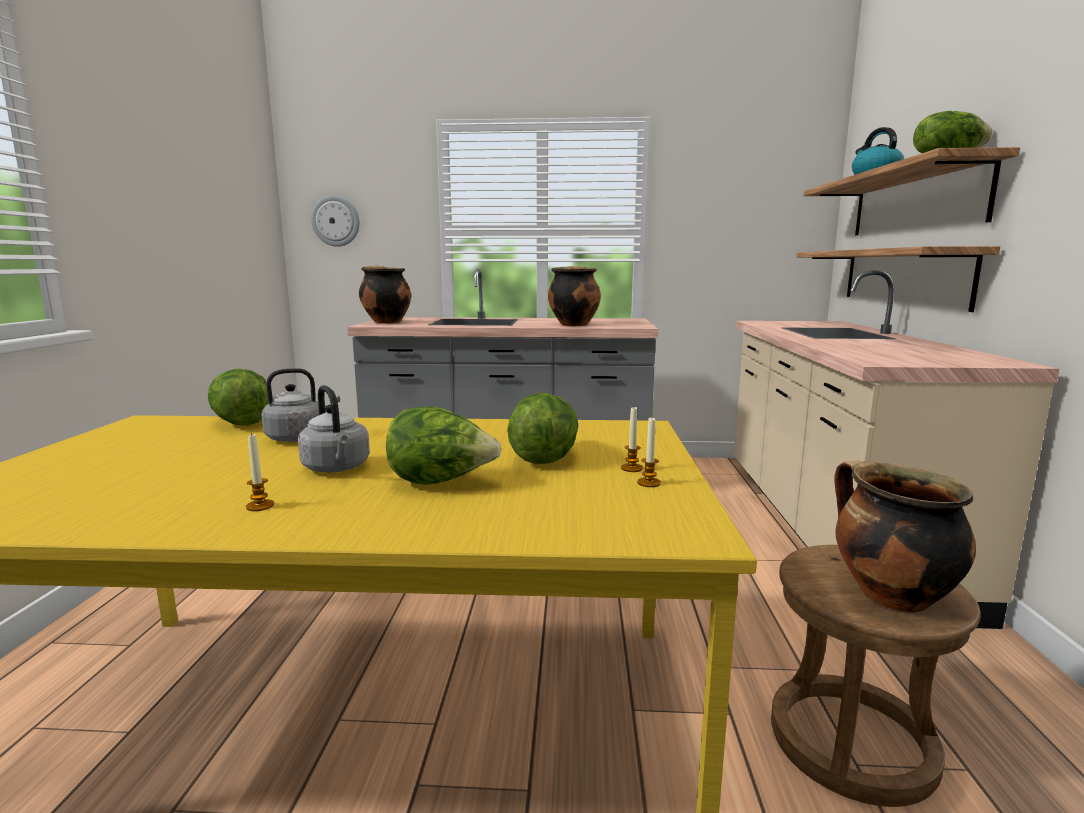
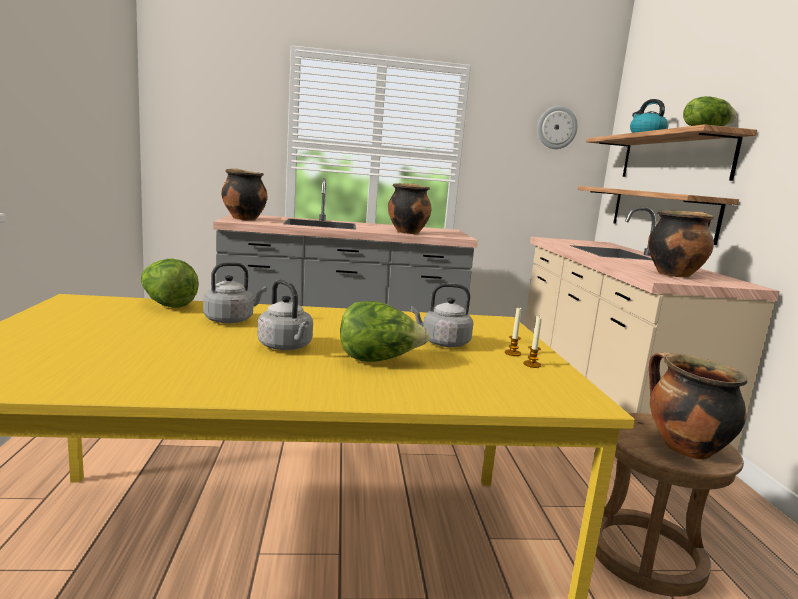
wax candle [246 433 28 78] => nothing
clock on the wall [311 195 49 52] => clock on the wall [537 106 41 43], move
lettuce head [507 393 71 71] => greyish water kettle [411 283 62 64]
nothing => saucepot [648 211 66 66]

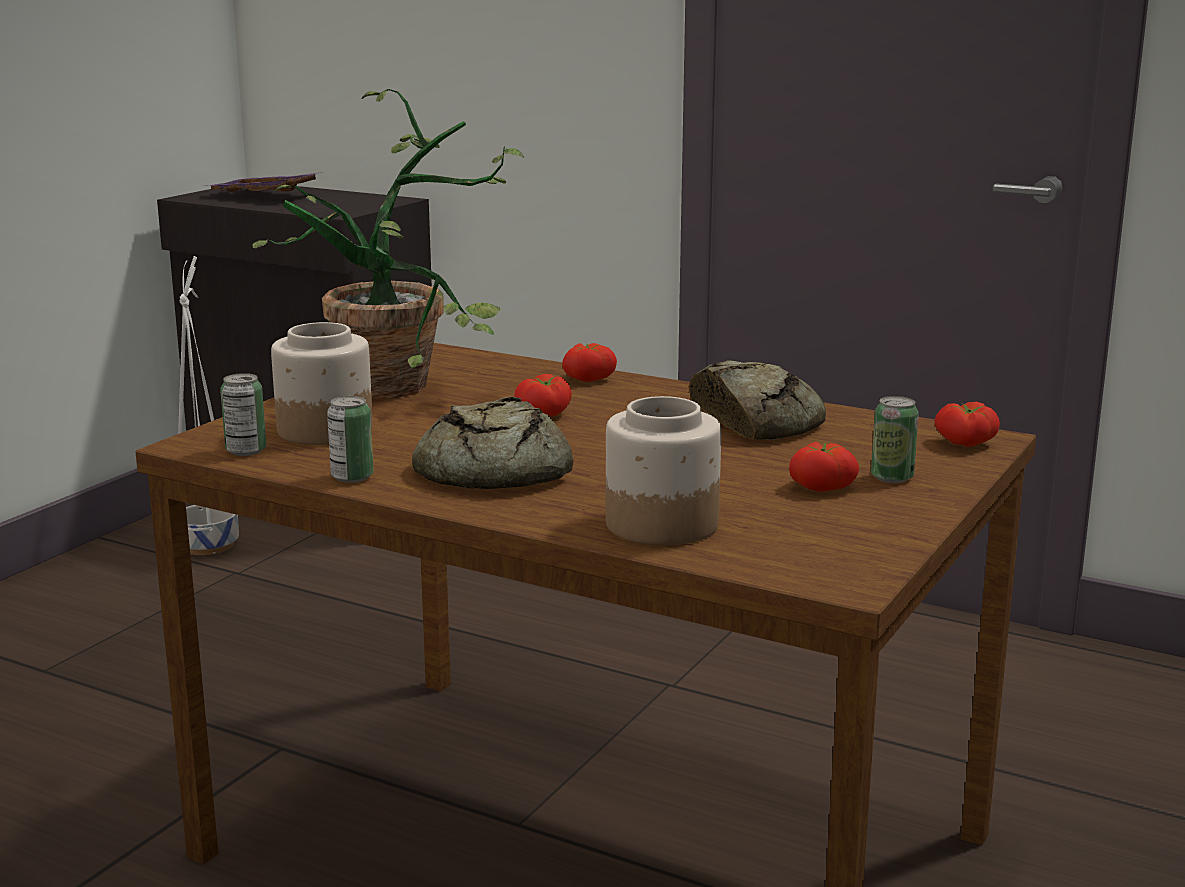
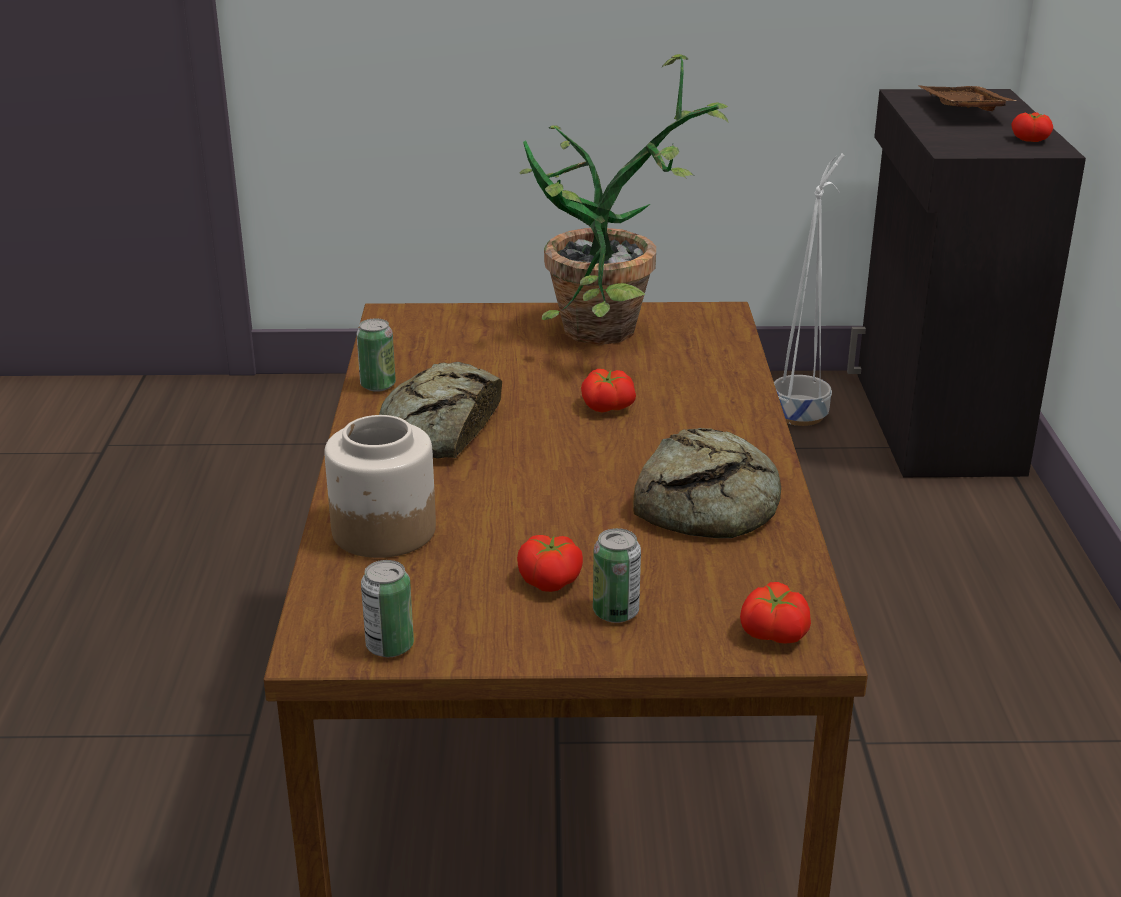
purple-coloured serving tray [205 172 118 20] => brown-coloured serving tray [917 85 99 26]
sealed can [220 373 46 83] => sealed can [361 560 53 97], move
preserve jar [271 322 102 123] => nothing
tomato [562 343 55 39] => tomato [1012 112 41 30], move

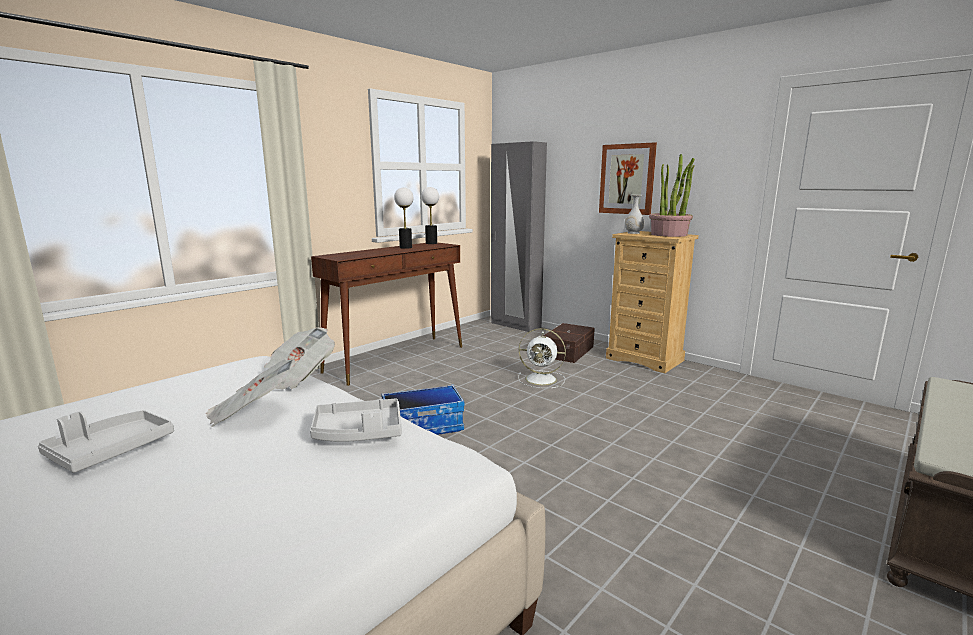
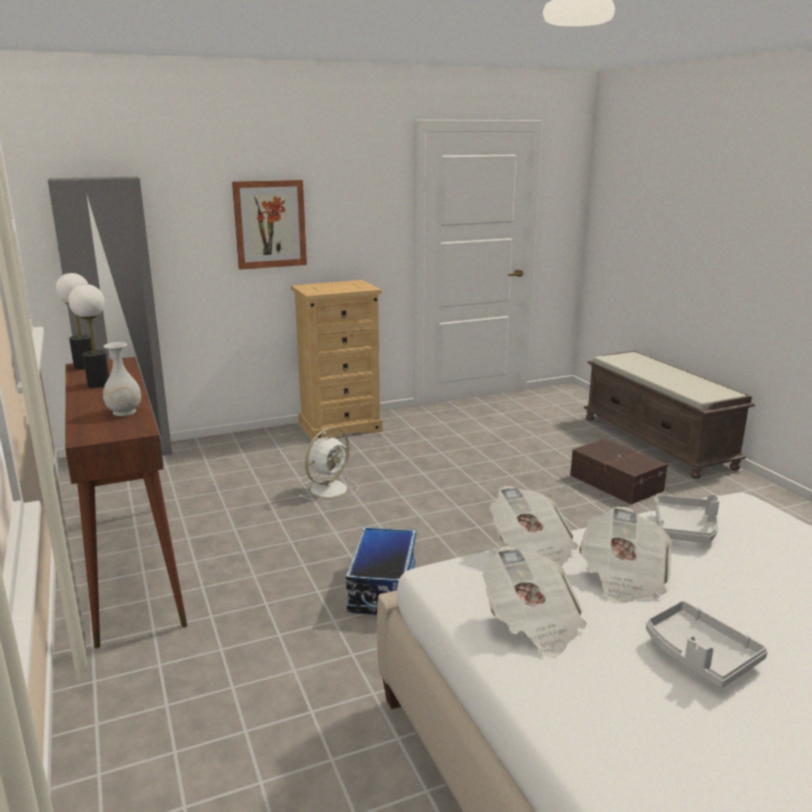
brown-coloured storage box [543 323 52 40] => brown-coloured storage box [570 439 98 66], move
white vase [624 195 20 39] => white vase [103 342 38 74], move
plant in a pot [649 154 46 83] => nothing
nothing => daily paper [483 546 104 112]

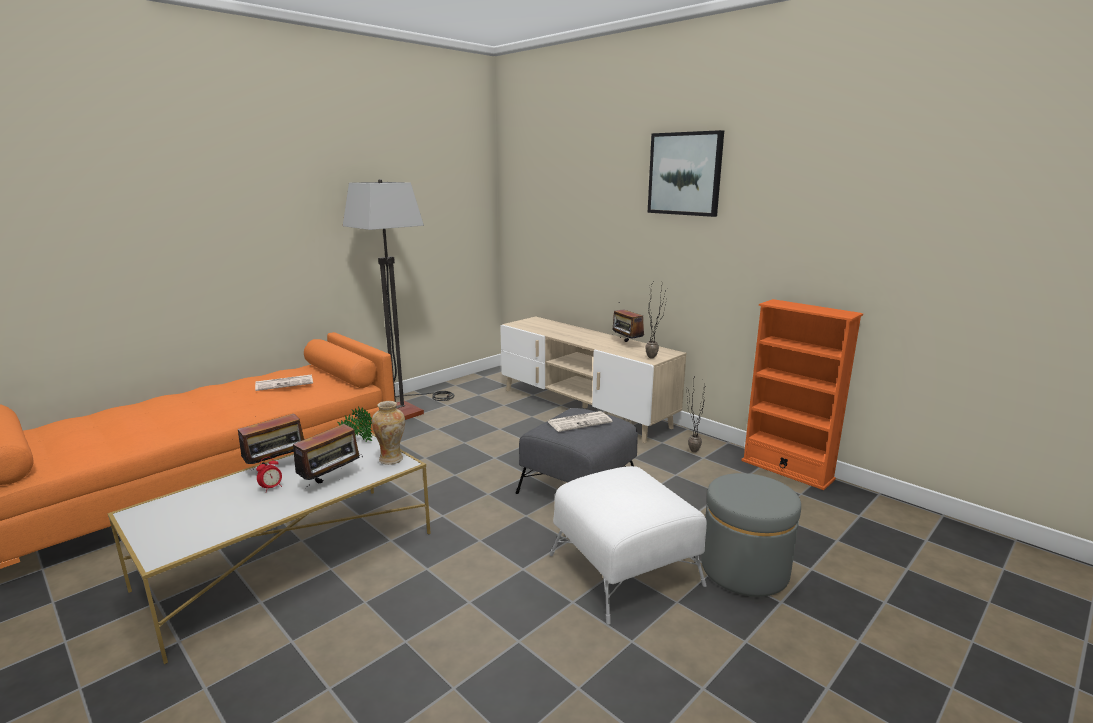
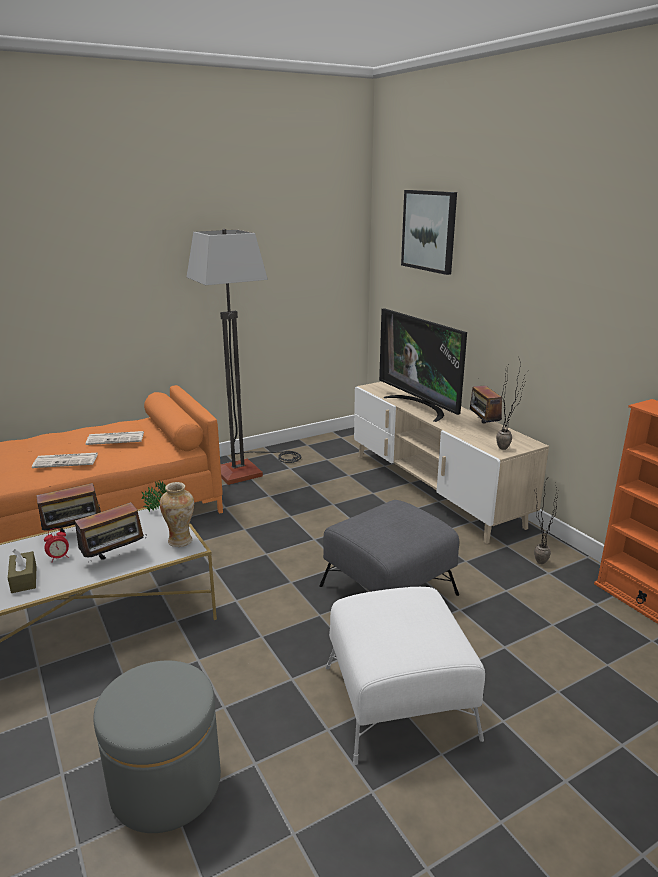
daily paper [547 411 66 21] => daily paper [32 453 66 15], move
picture [648 130 76 87] => picture [401 190 56 85], move
greyish ottoman [702 473 99 124] => greyish ottoman [94 661 127 172], move
nothing => brown-coloured tissue box [8 549 28 44]
nothing => TV [379 308 88 114]

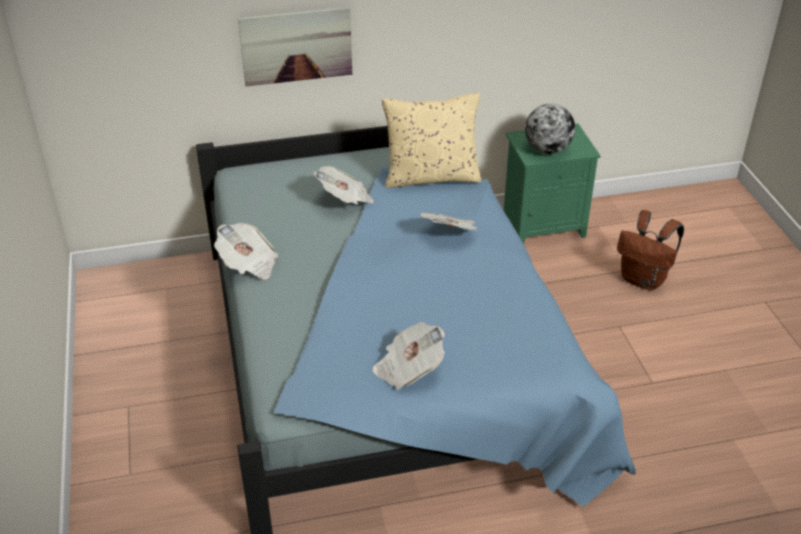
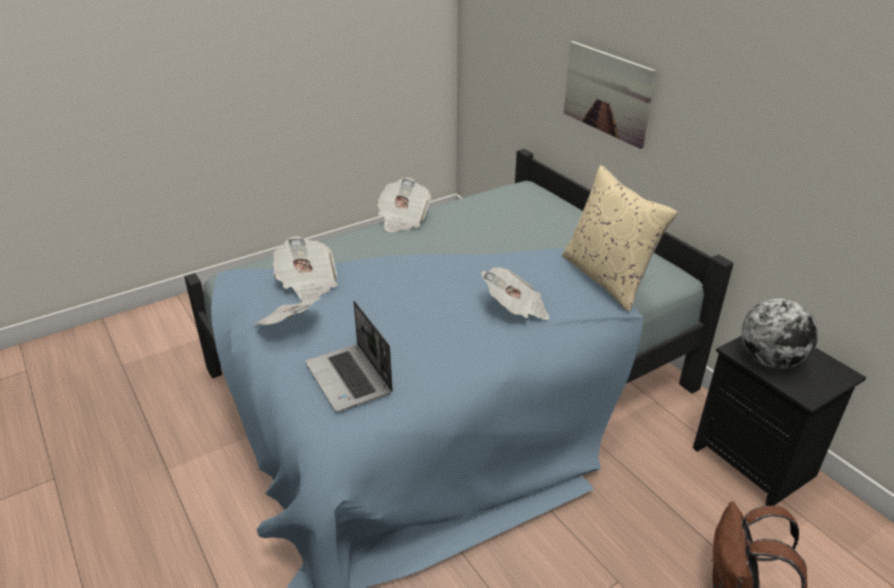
daily paper [314 166 60 38] => daily paper [273 236 65 65], move
green-coloured bedside table [504 124 97 120] => black-coloured bedside table [693 336 173 170]
nothing => notebook computer [305 301 88 111]

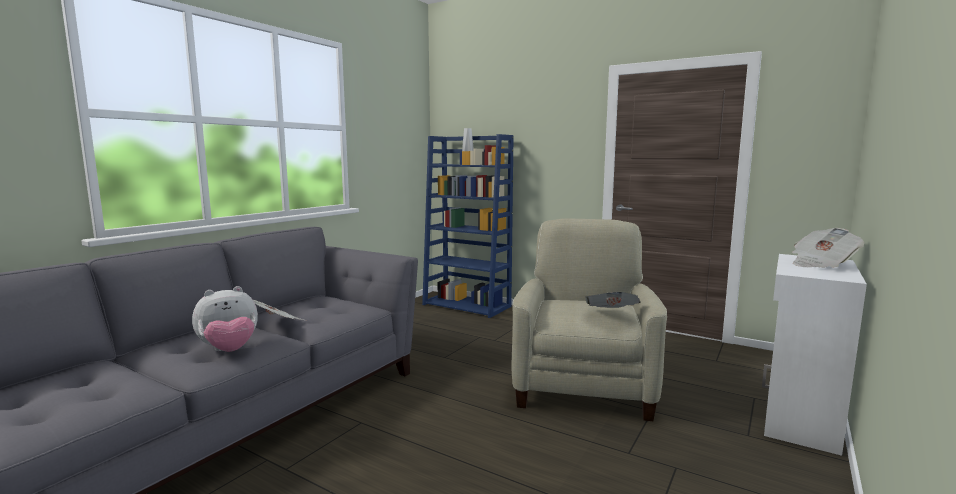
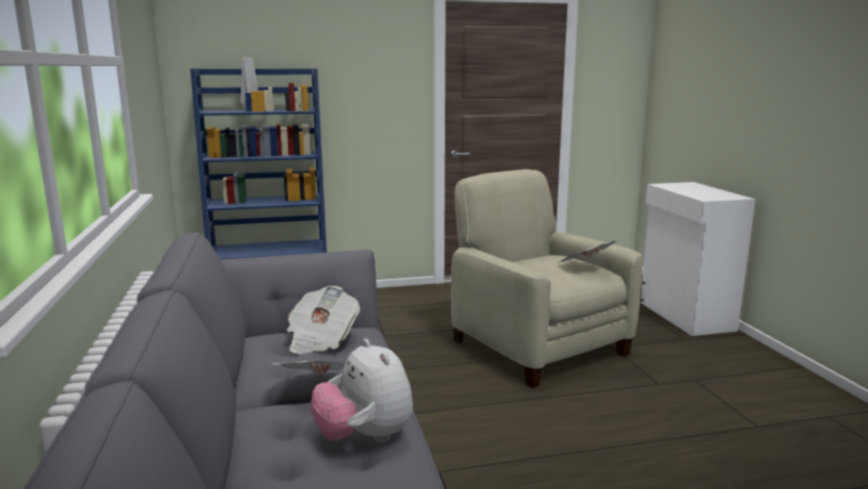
plush toy [192 286 66 66] => plush toy [311 339 102 104], 135 degrees clockwise
daily paper [792 228 73 40] => daily paper [286 286 74 68], move

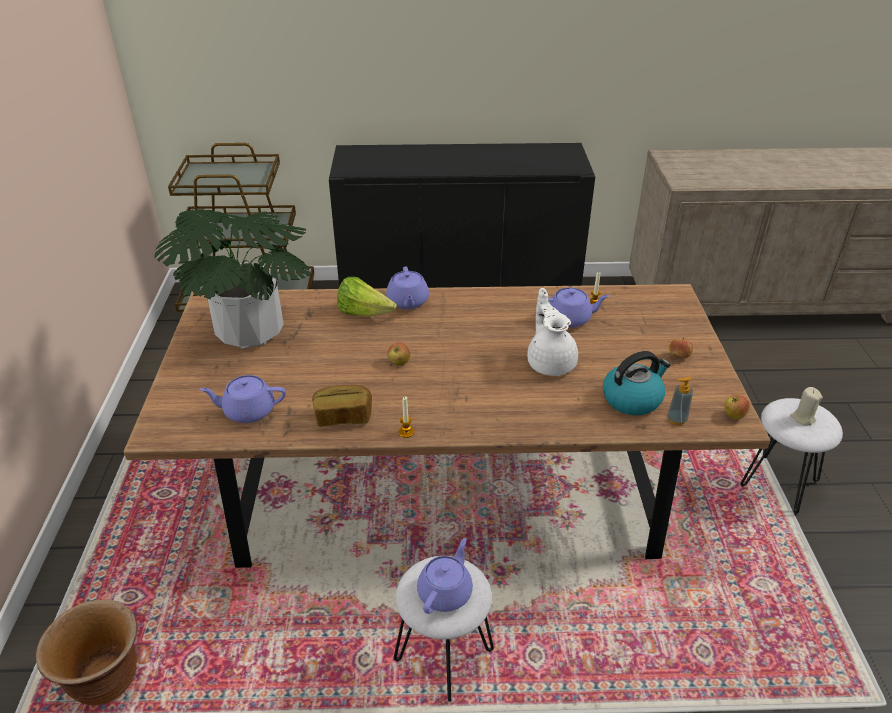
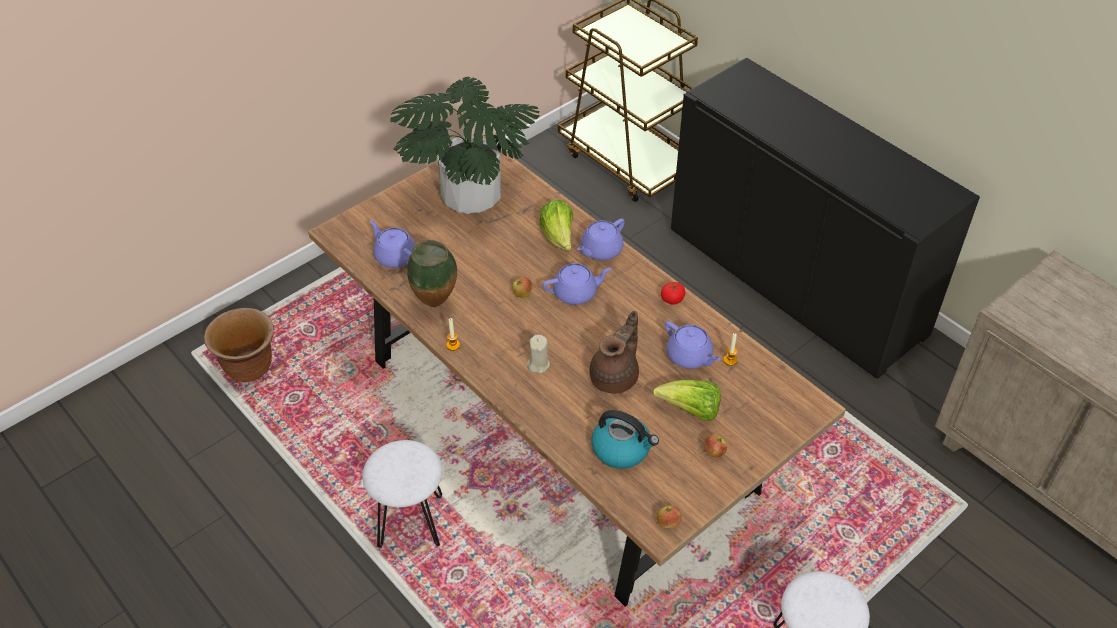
bread [312 385 60 42] => vase [407 240 50 67]
purple-coloured teapot [417 538 56 76] => purple-coloured teapot [543 263 69 42], move
white teapot [527 288 51 88] => brown-coloured teapot [589 310 50 84]
soap bottle [667 377 26 48] => nothing
beige wax candle [790 387 33 39] => beige wax candle [527 335 23 38], move
nothing => lettuce head [653 380 68 41]
nothing => tomato [661 282 25 23]

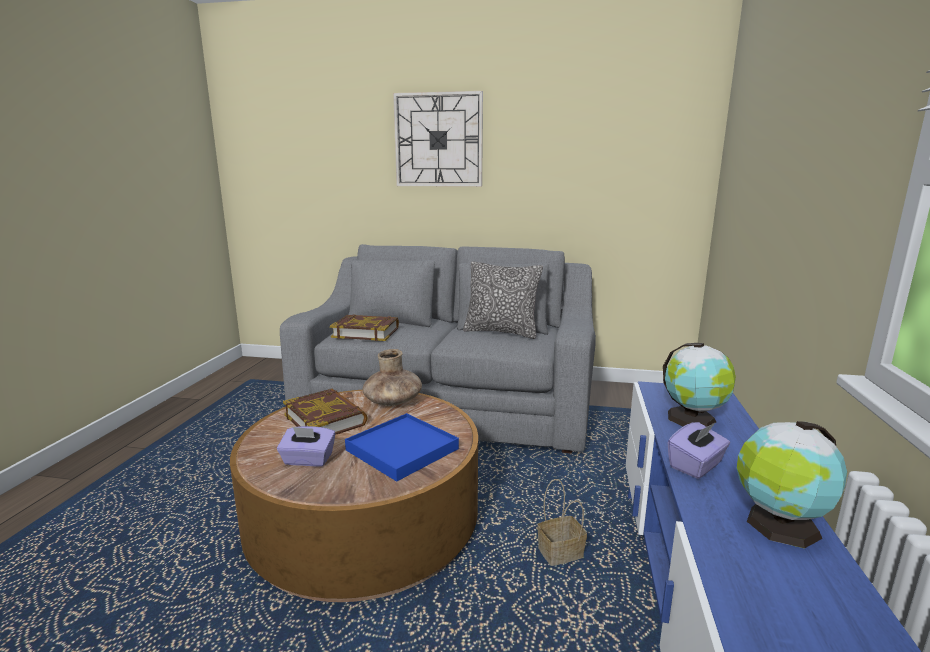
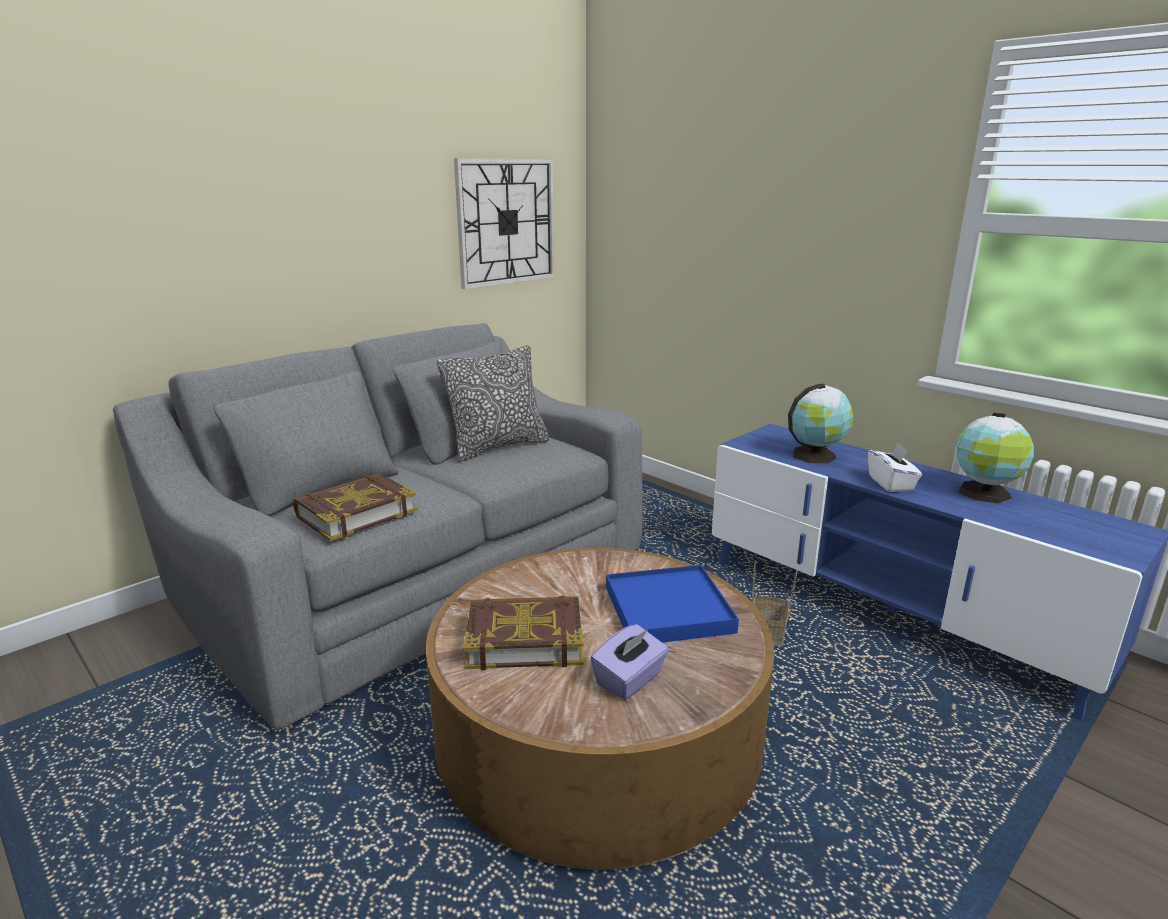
brown-coloured vase [363 349 59 57] => nothing
clock on the wall [393 91 90 96] => clock on the wall [454 159 101 130], move
purple-coloured tissue box [668 422 62 57] => white tissue box [868 443 54 49]

